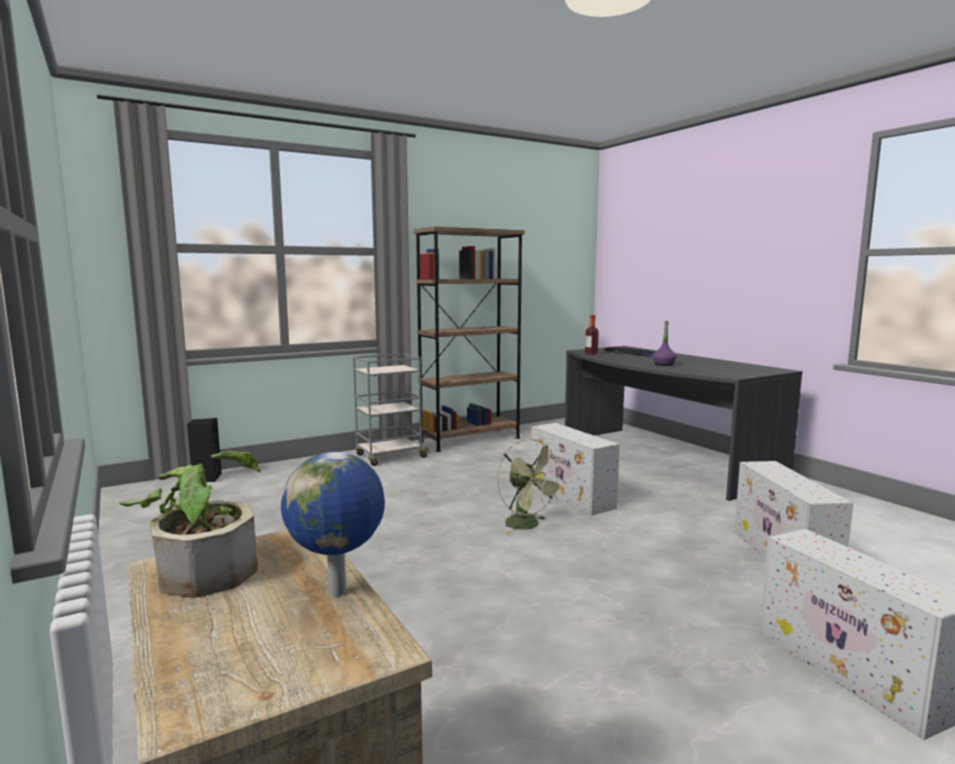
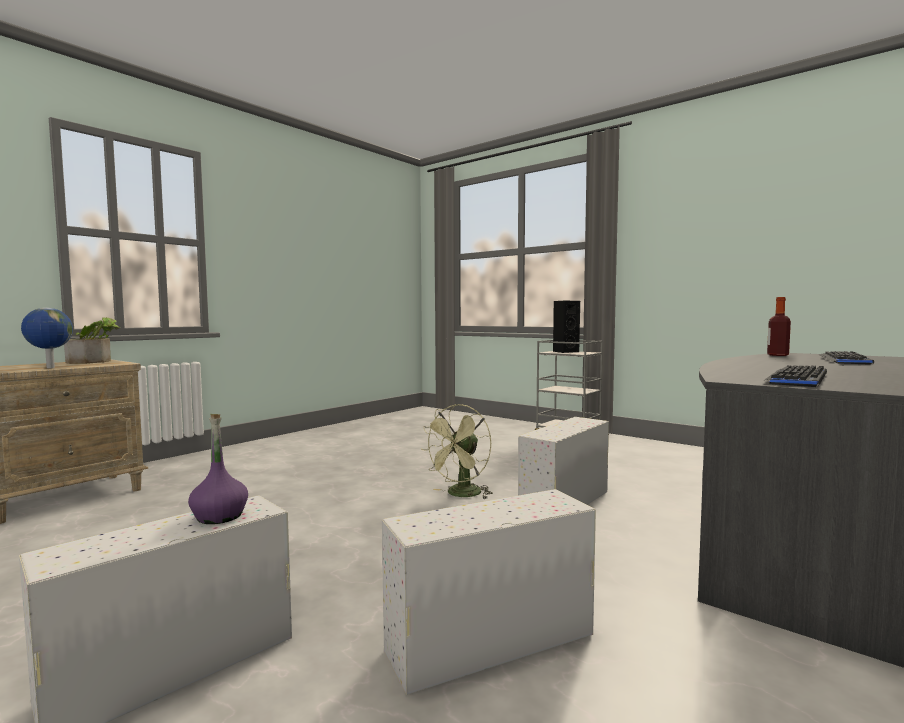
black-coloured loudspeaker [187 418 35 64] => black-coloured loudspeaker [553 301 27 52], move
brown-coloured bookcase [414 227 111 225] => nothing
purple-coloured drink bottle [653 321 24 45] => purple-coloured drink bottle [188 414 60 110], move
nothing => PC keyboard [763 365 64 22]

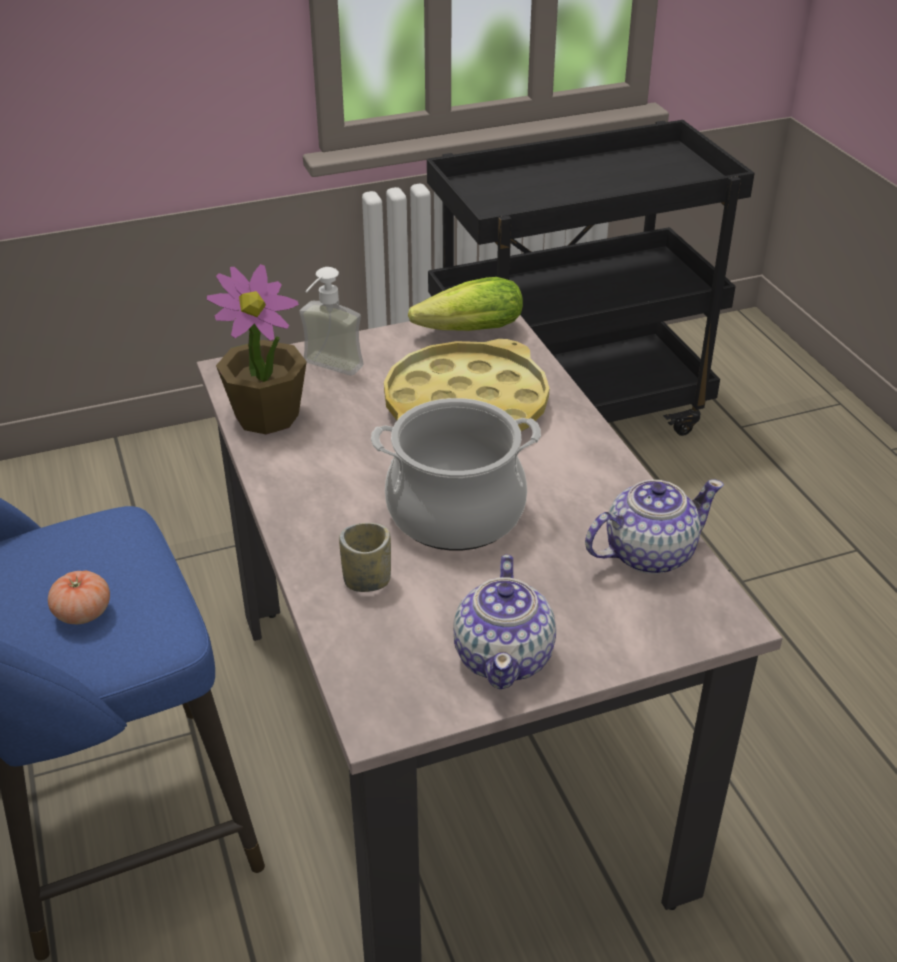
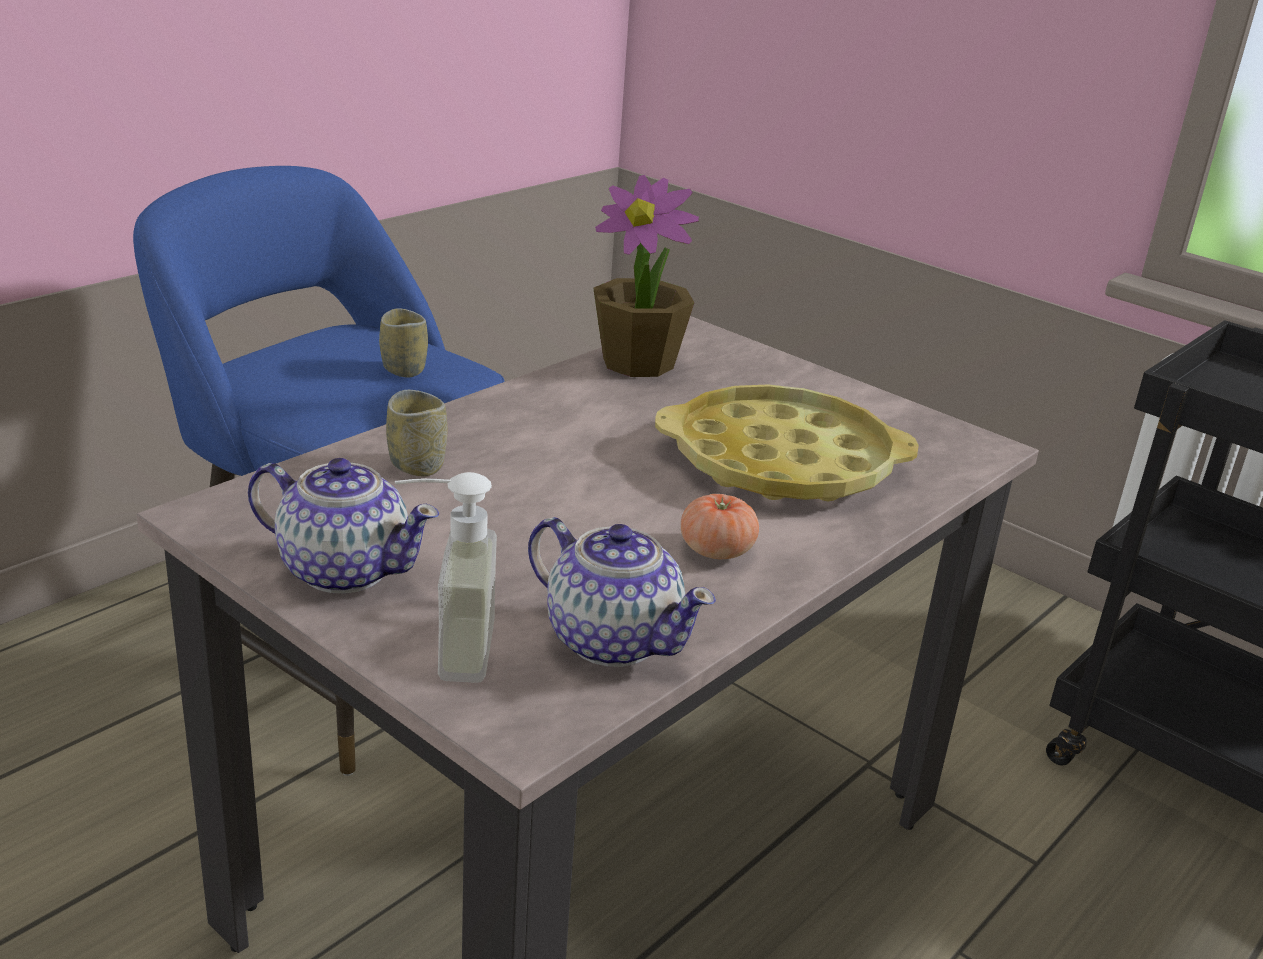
tomato [48 571 62 53] => tomato [681 494 78 65], move
soap bottle [299 267 65 109] => soap bottle [395 472 102 211], move
saucepot [371 398 170 152] => nothing
lettuce head [408 277 115 54] => nothing
teapot [453 555 103 134] => teapot [248 458 191 135], 135 degrees counterclockwise
nothing => drinking cup [379 308 49 69]

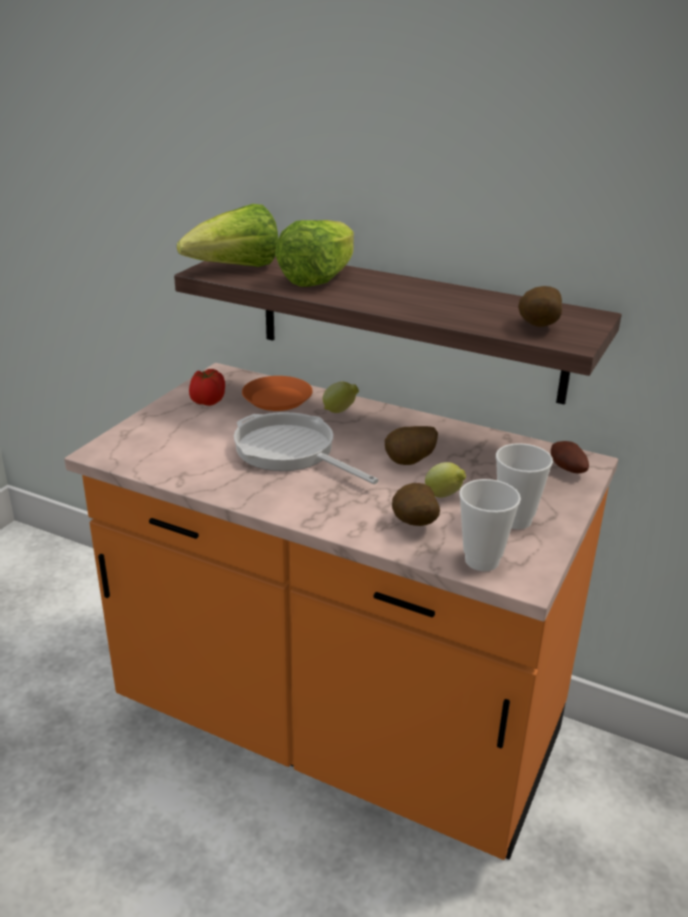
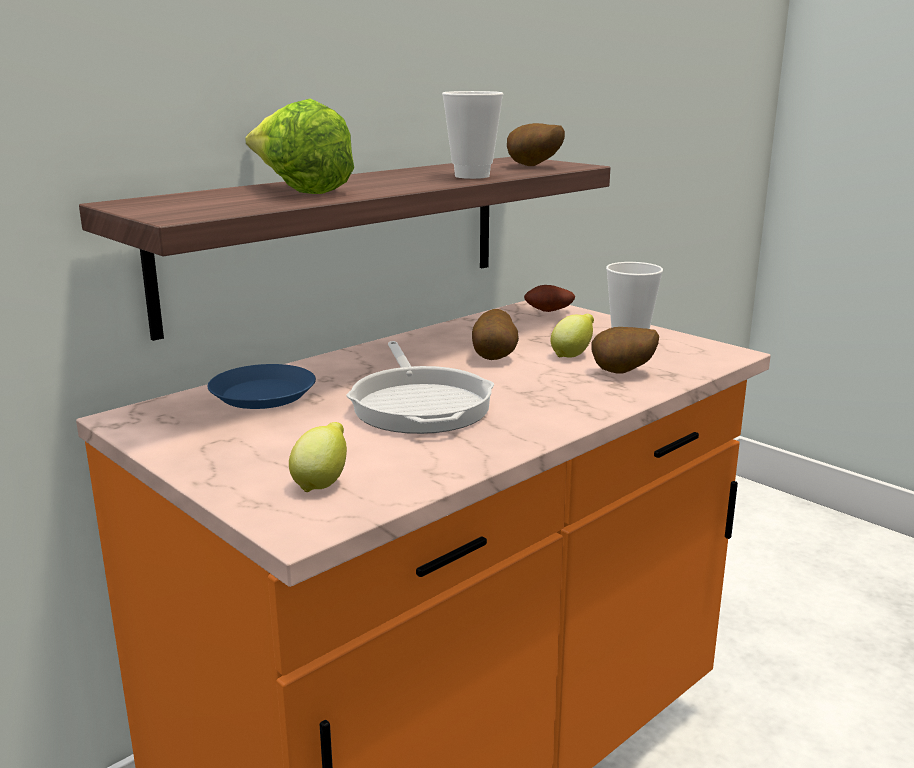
lettuce head [177 204 101 63] => nothing
tomato [189 369 36 37] => nothing
skillet [234 412 145 72] => skillet [346 341 148 93], 75 degrees counterclockwise
orange-coloured plate [242 376 71 35] => bluish plate [208 364 108 45]
lemon [323 382 36 31] => lemon [289 422 58 70], move
drinking cup [459 479 62 92] => drinking cup [442 91 61 88], move

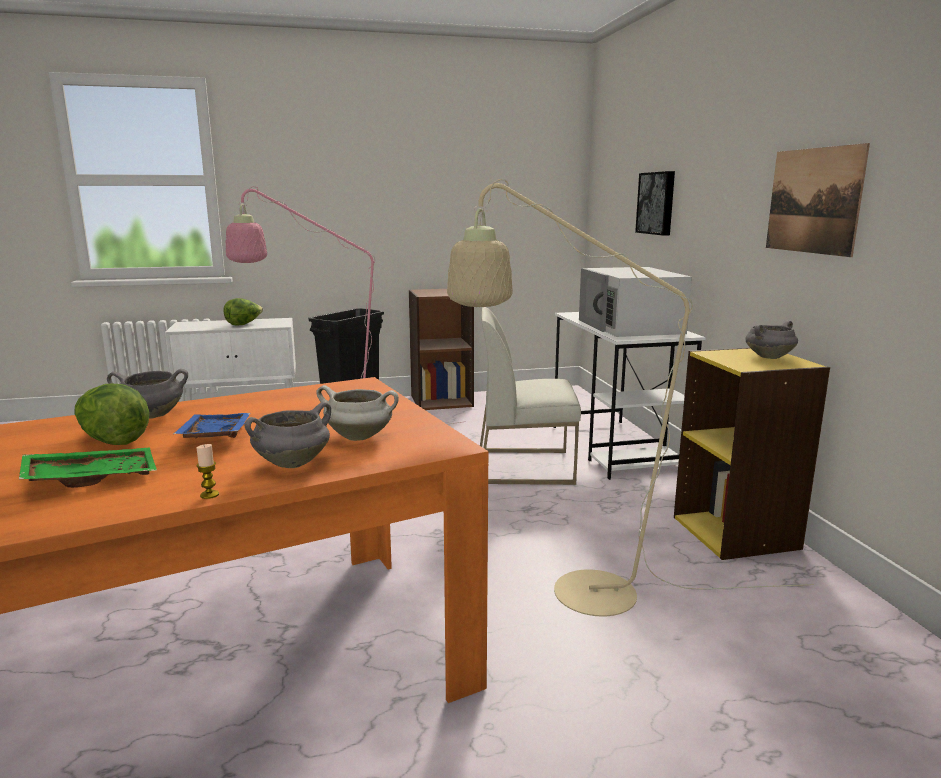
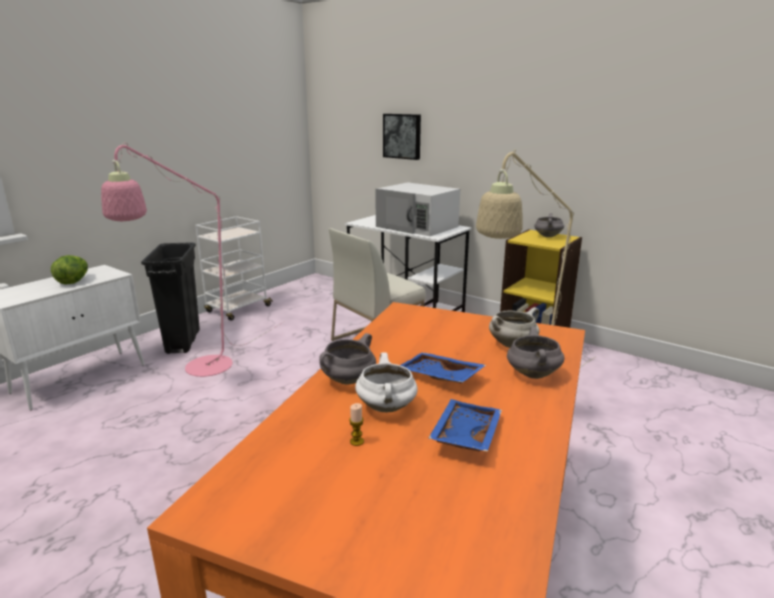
green-coloured serving tray [19 448 138 40] => bluish serving tray [428 399 74 53]
lettuce head [75 384 74 61] => white saucepot [355 353 63 59]
wax candle [197 444 22 55] => wax candle [349 403 15 43], move
brown-coloured bookcase [409 289 65 121] => white wheeled cart [195 216 78 105]
picture [766 143 104 114] => nothing

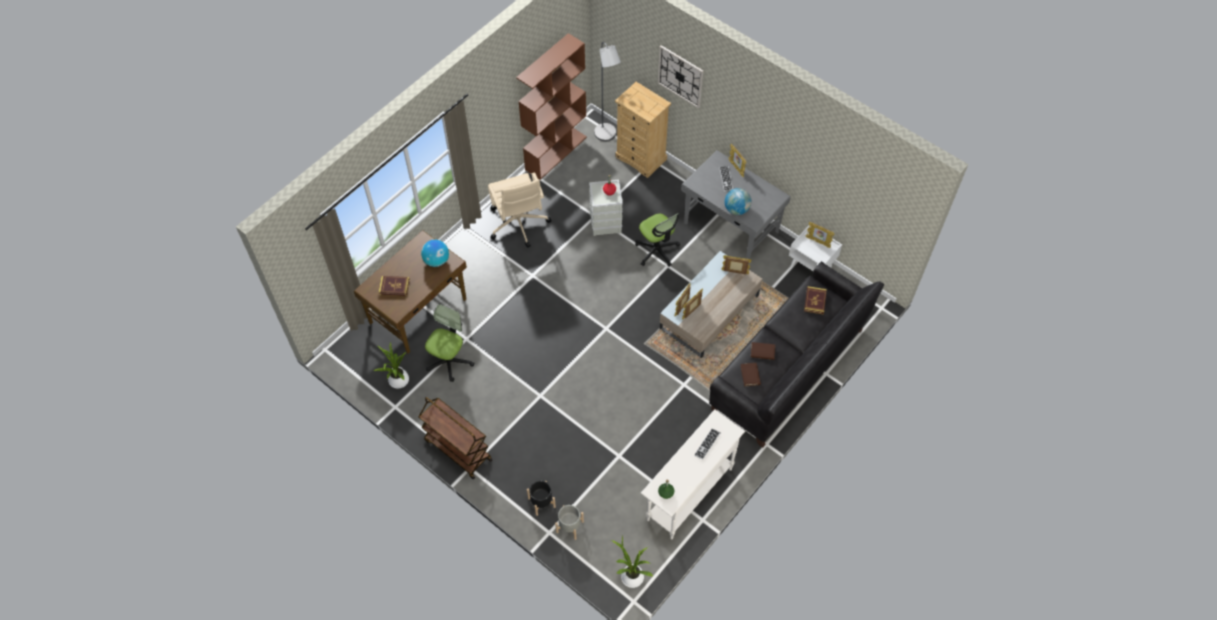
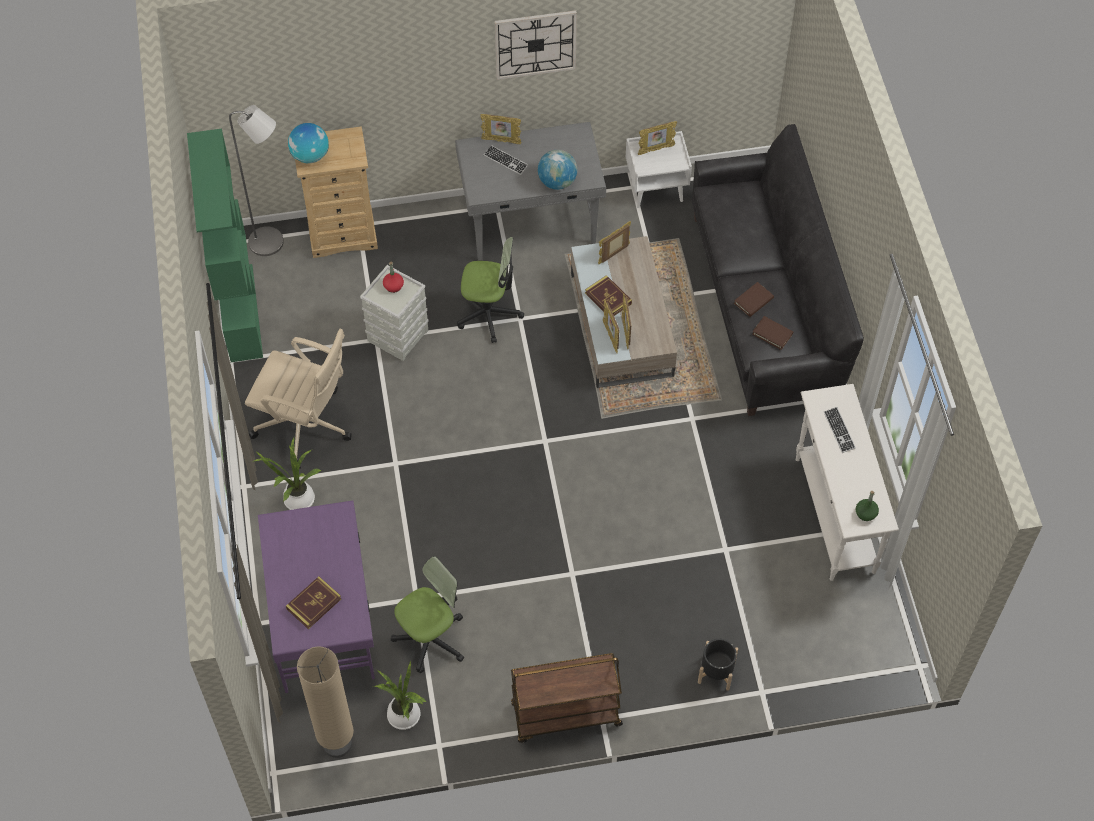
brown-coloured desk unit [354 230 113 124] => purple-coloured desk unit [258 500 117 193]
globe [421 240 28 27] => globe [288 123 41 40], move
office chair [425 304 50 78] => office chair [391 556 73 117], 75 degrees clockwise
brown-coloured bookcase [516 33 71 147] => green-coloured bookcase [187 129 76 233]
greyish flower pot [555 505 29 35] => nothing
plant in a pot [611 535 42 53] => plant in a pot [254 437 67 73], move
clock on the wall [658 45 45 64] => clock on the wall [495 10 82 70], move
bound book [804 286 23 28] => bound book [585 275 47 41], move
nothing => beige floor lamp [297 646 57 112]

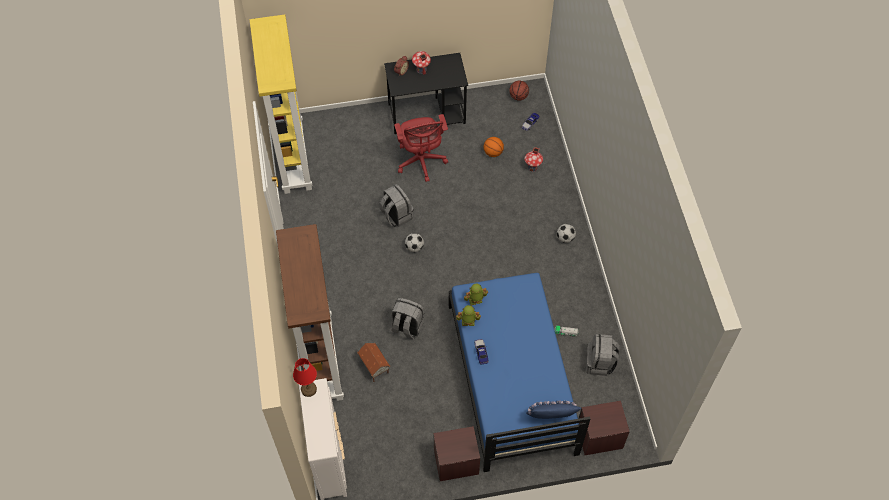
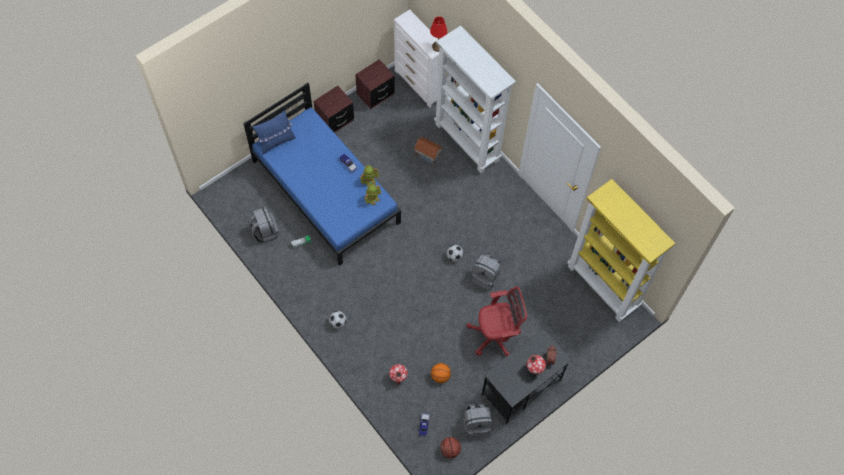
brown-coloured bookcase [276 224 68 177] => white bookcase [434 26 82 147]
greyish rucksack [391 298 33 42] => greyish rucksack [463 404 30 33], move
red office chair [394 114 54 68] => red office chair [466 287 61 70], 120 degrees clockwise
brown-coloured bedside table [579 401 51 54] => brown-coloured bedside table [355 59 40 50], move

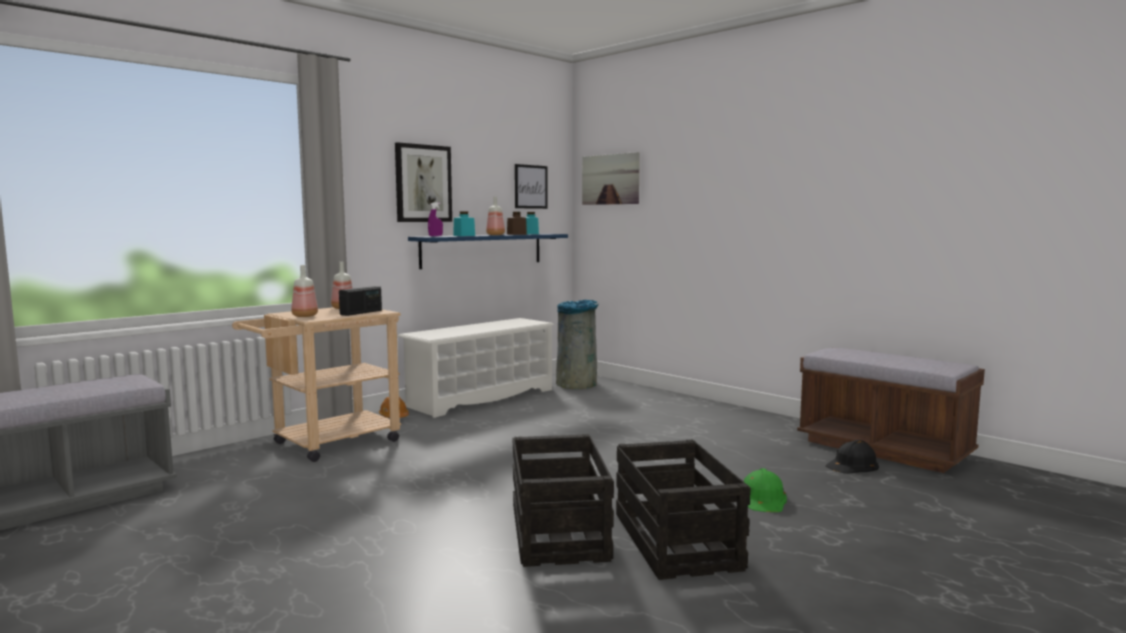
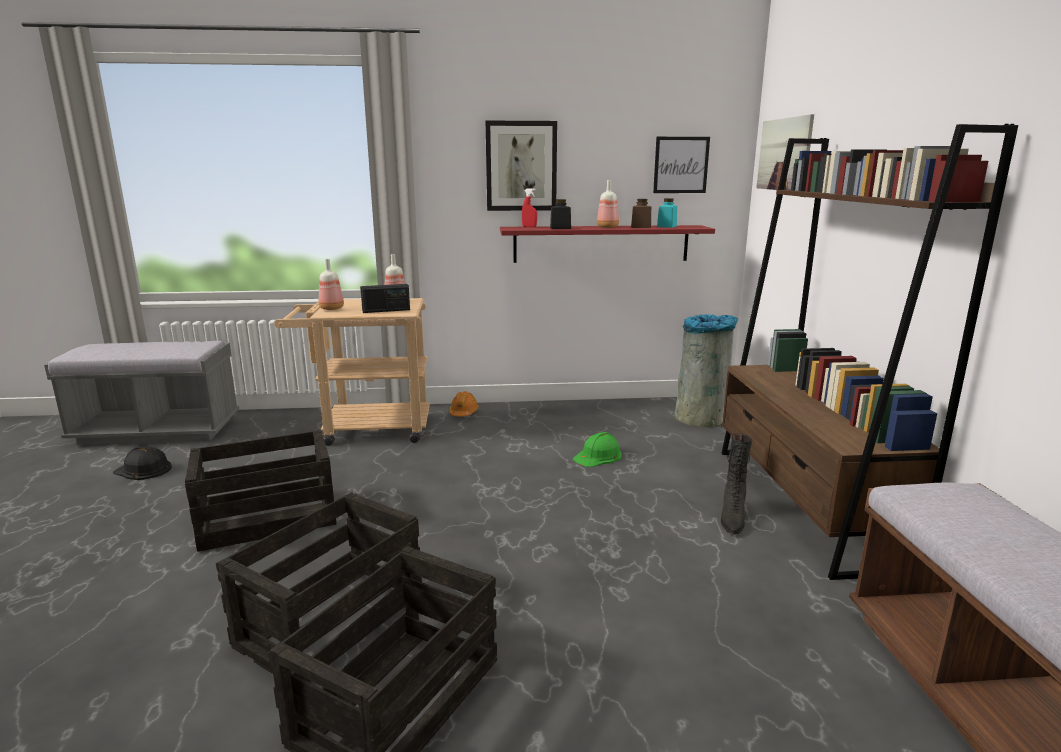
white shoe rack [397 318 157 100] => nothing
bluish shelf [408 234 160 35] => red shelf [500 225 215 38]
purple-coloured spray bottle [428 202 15 34] => red spray bottle [522 188 15 39]
turquoise-coloured preserve jar [453 211 22 25] => black-coloured preserve jar [550 199 21 30]
green-coloured work helmet [744 468 43 44] => green-coloured work helmet [573 432 49 35], move
black-coloured work helmet [826 440 53 34] => black-coloured work helmet [113 447 59 33], move
nothing => crate [185 430 151 122]
nothing => brown-coloured bookcase [721 124 297 456]
nothing => black-coloured high-top boot [721 433 31 101]

